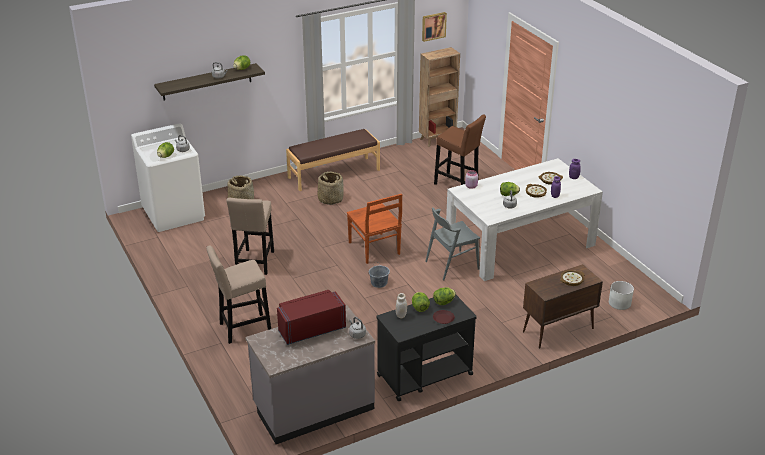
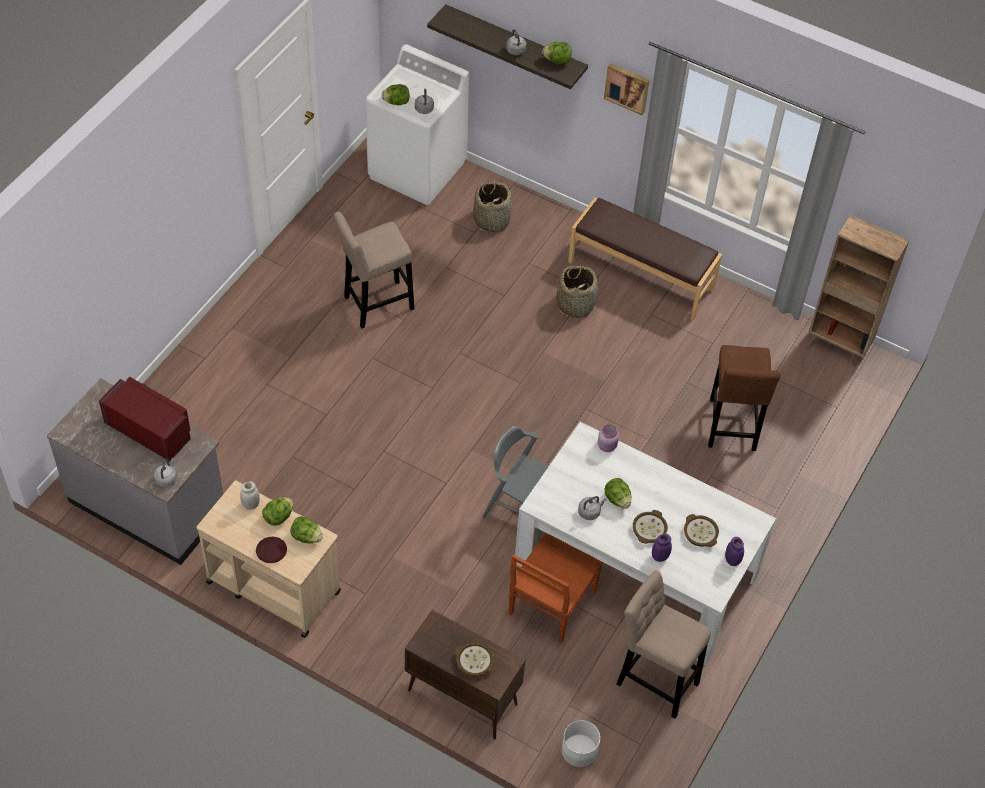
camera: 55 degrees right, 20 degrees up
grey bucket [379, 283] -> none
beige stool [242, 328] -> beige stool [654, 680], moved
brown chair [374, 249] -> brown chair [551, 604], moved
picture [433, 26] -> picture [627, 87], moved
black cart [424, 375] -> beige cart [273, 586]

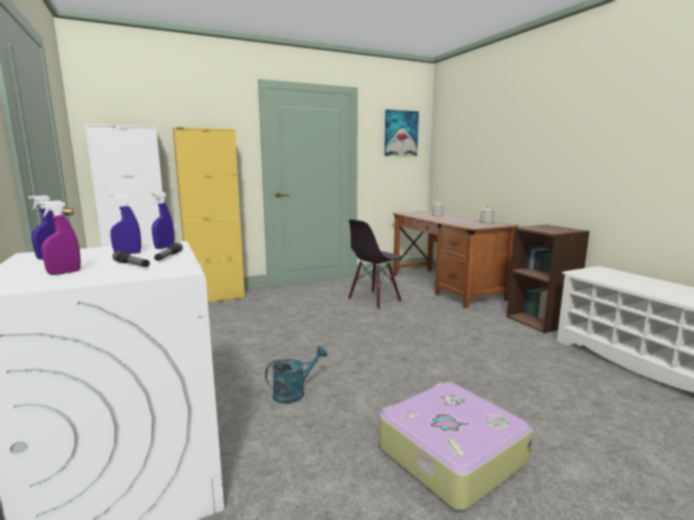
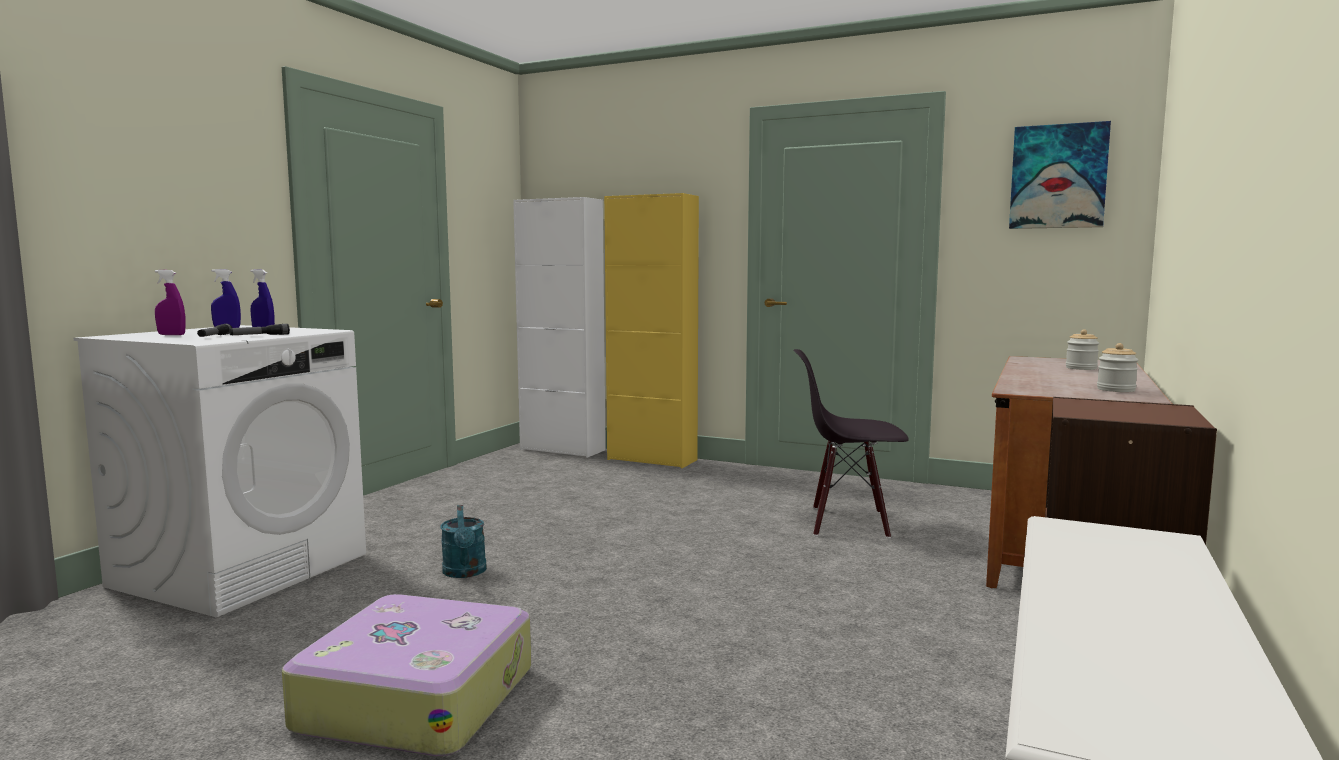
camera: 50 degrees right, 5 degrees down
blue spray bottle [164, 247] -> none
turquoise watering can [294, 393] -> turquoise watering can [465, 573], 60 degrees clockwise

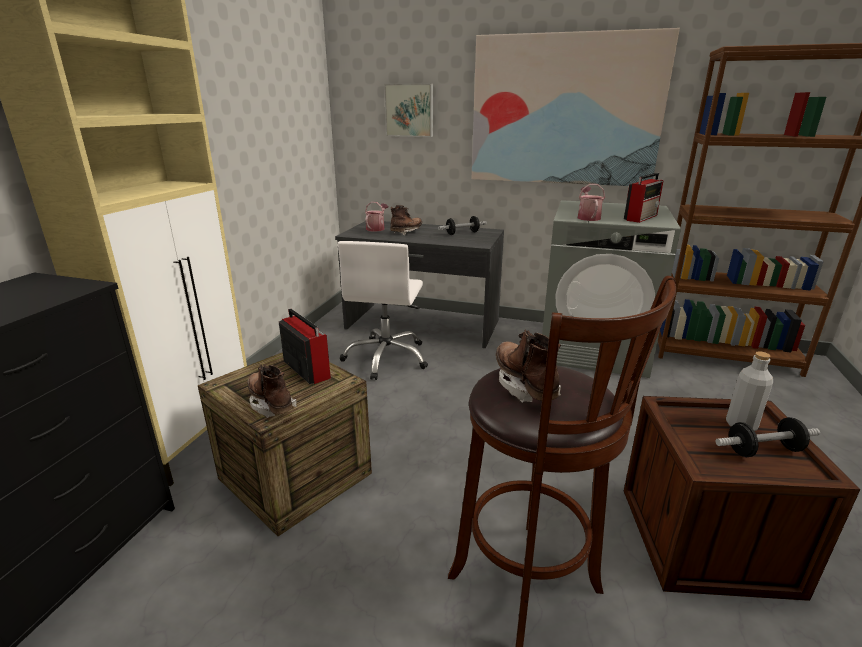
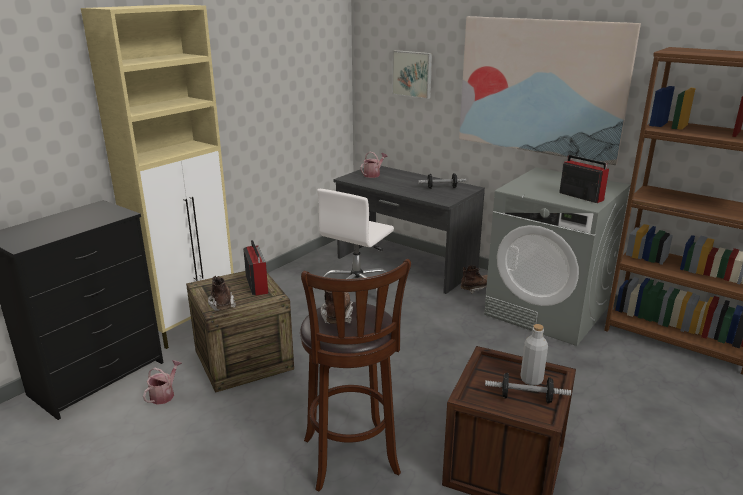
camera: 20 degrees right, 0 degrees up
brown boot [406, 232] -> brown boot [476, 288], moved
watering can [588, 217] -> watering can [164, 394], moved
radio [641, 217] -> radio [580, 196], 105 degrees counterclockwise

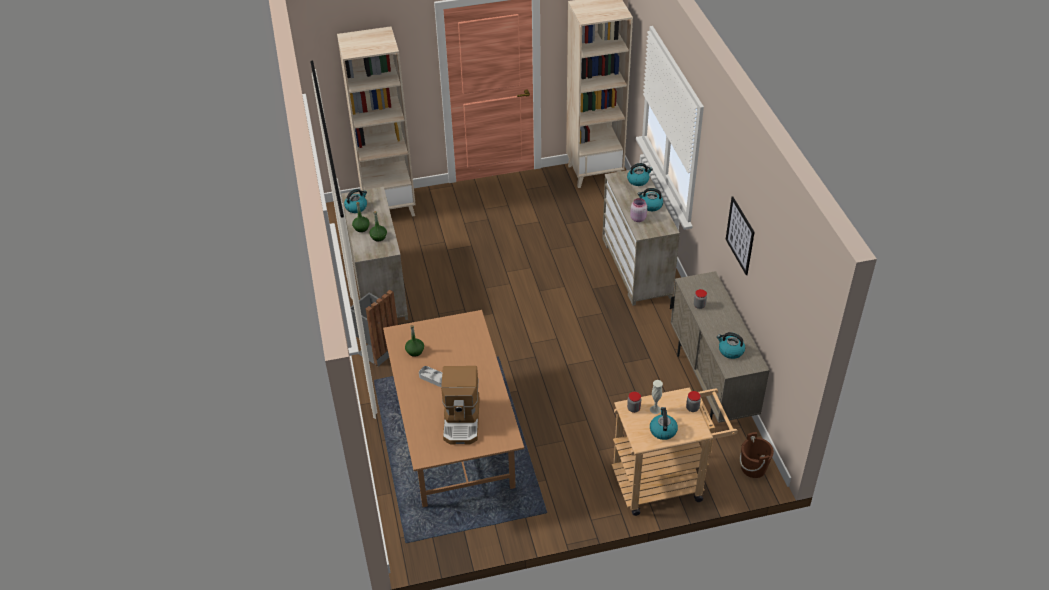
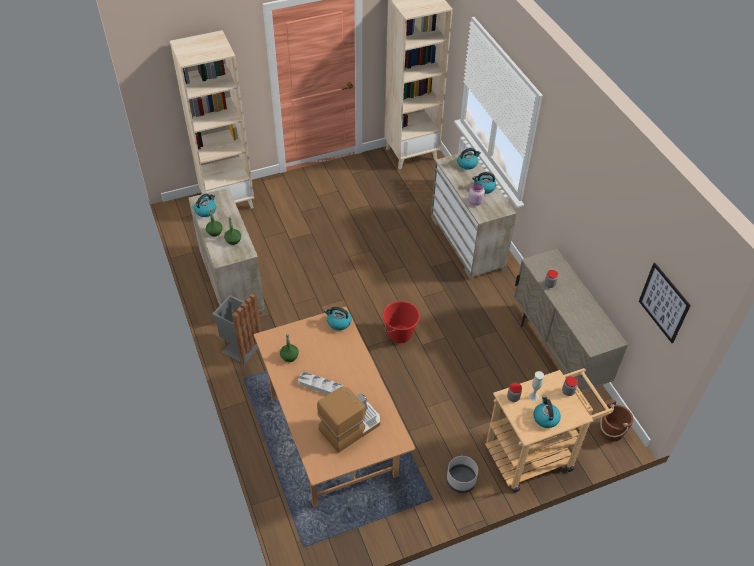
camera: 10 degrees left, 5 degrees up
none -> red bucket [400, 334]
none -> grey planter [461, 481]
kettle [730, 351] -> kettle [338, 322], moved
picture [740, 235] -> picture [664, 302], moved
coffee machine [462, 420] -> coffee machine [350, 426], 120 degrees counterclockwise

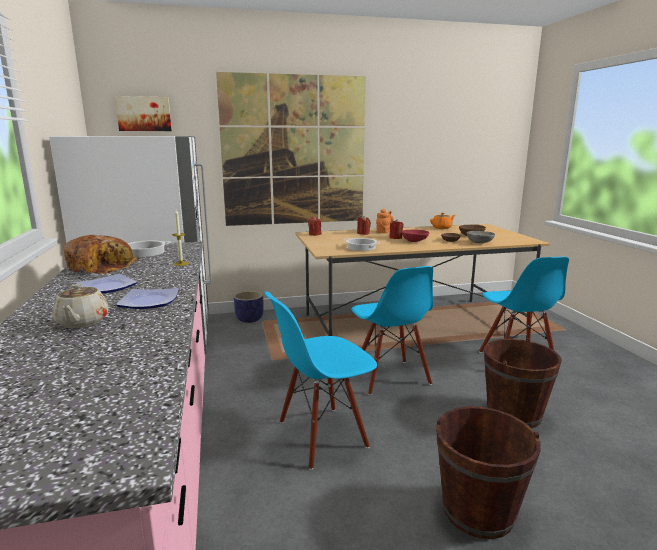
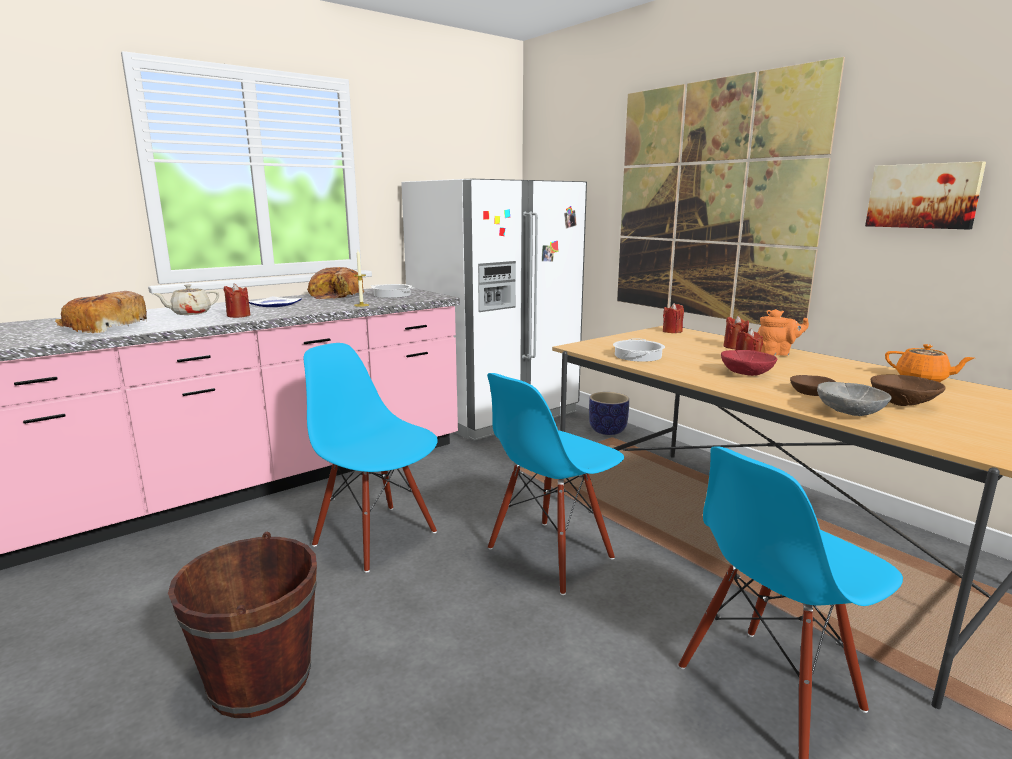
camera: 65 degrees right, 0 degrees up
brown bucket [514, 414] -> none
none -> bread [106, 327]
picture [144, 114] -> picture [923, 196], moved
plate [150, 302] -> red candle [238, 315]

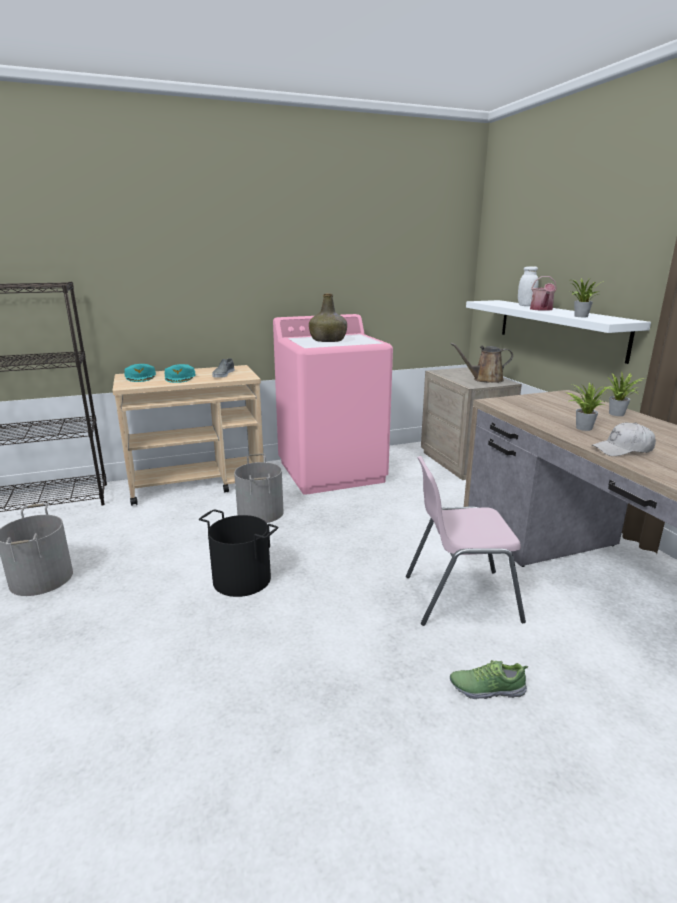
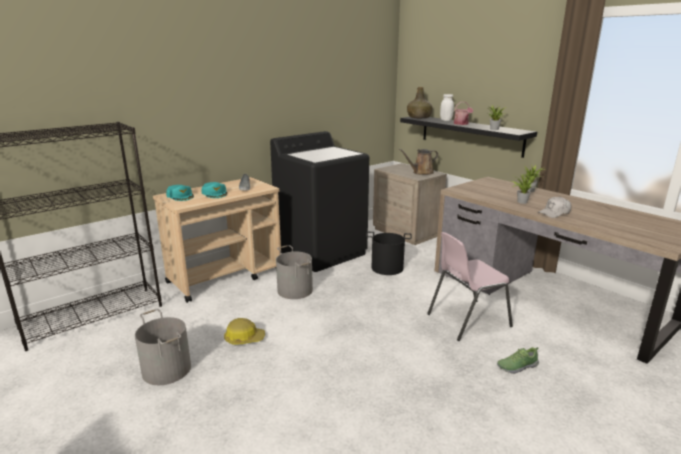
camera: 20 degrees left, 0 degrees up
none -> hard hat [244, 338]
black bucket [241, 579] -> black bucket [387, 268], moved
green bottle [328, 340] -> green bottle [419, 117], moved
pink washing machine [332, 471] -> black washing machine [321, 252]
white shelf [559, 328] -> black shelf [470, 135]

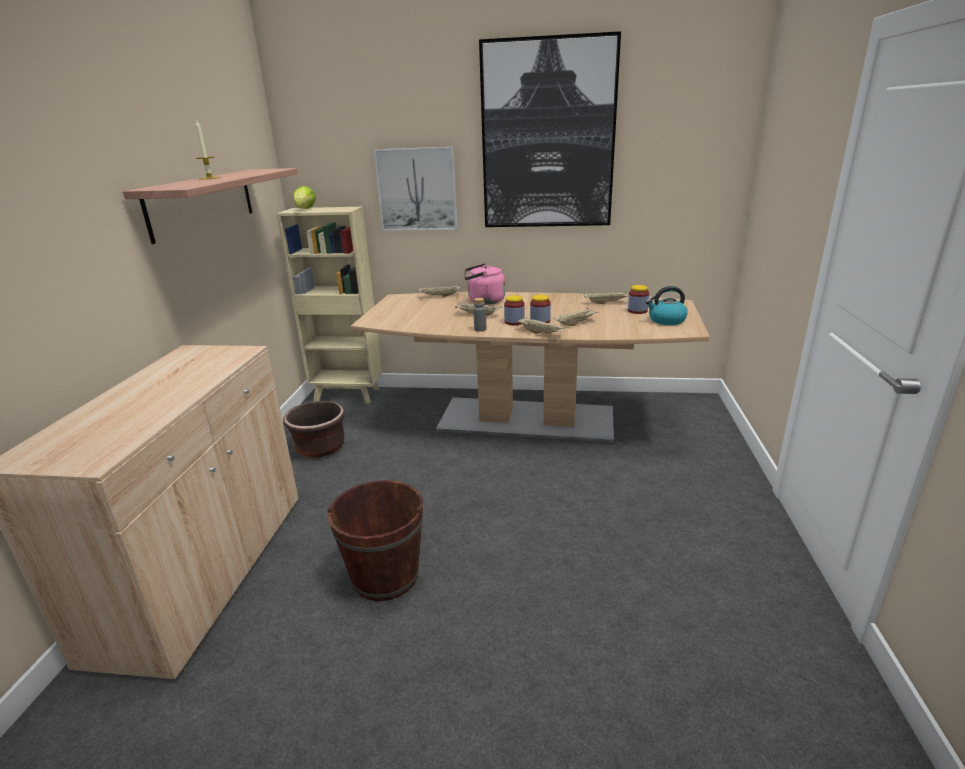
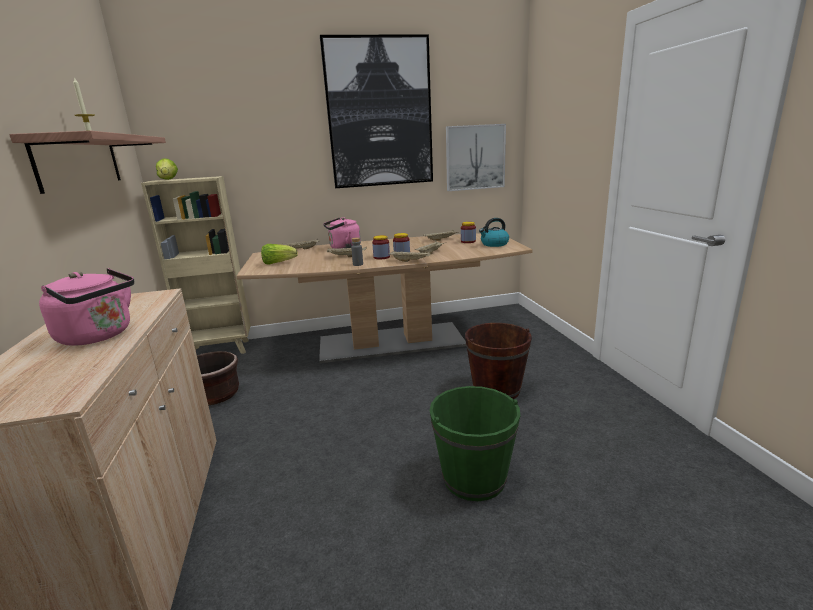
camera: 20 degrees left, 5 degrees down
none -> pink kettle [99, 336]
none -> lettuce [278, 263]
none -> green bucket [474, 478]
brown bucket [385, 576] -> brown bucket [496, 389], moved
picture [417, 189] -> picture [475, 157], moved

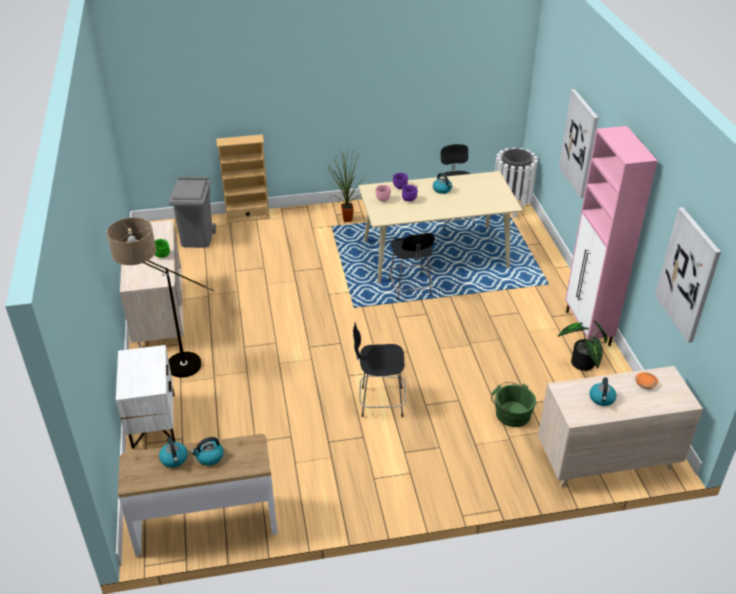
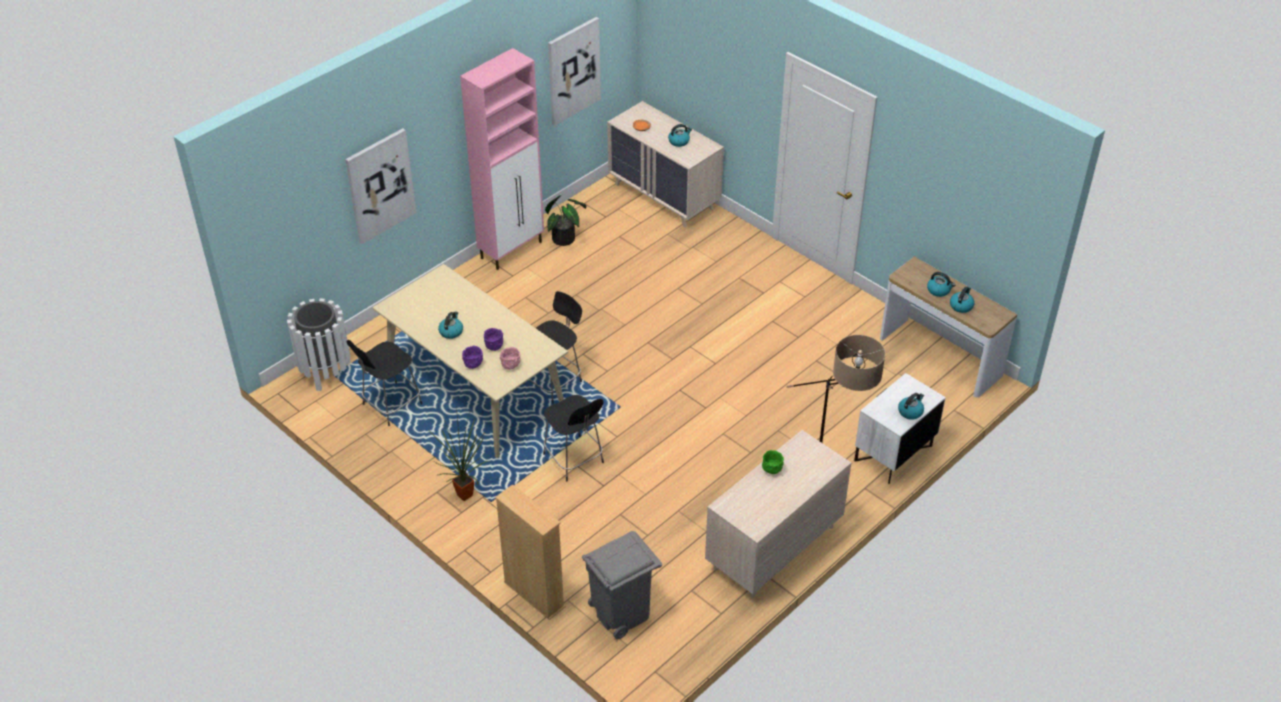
camera: 125 degrees left, 5 degrees up
green bucket [511, 413] -> none
none -> kettle [910, 411]
black stool [380, 402] -> black stool [574, 460], moved

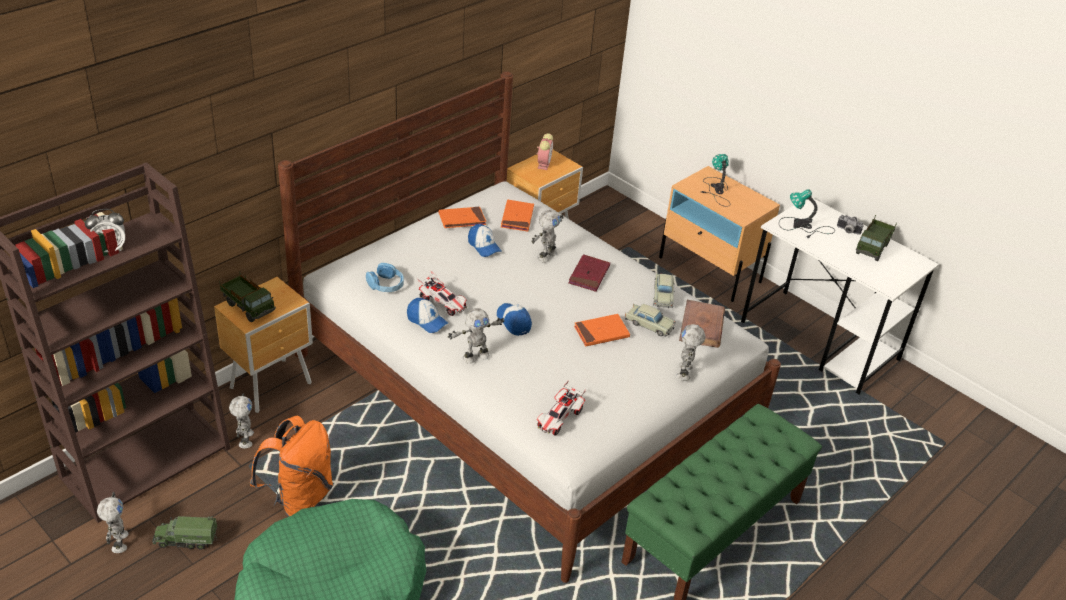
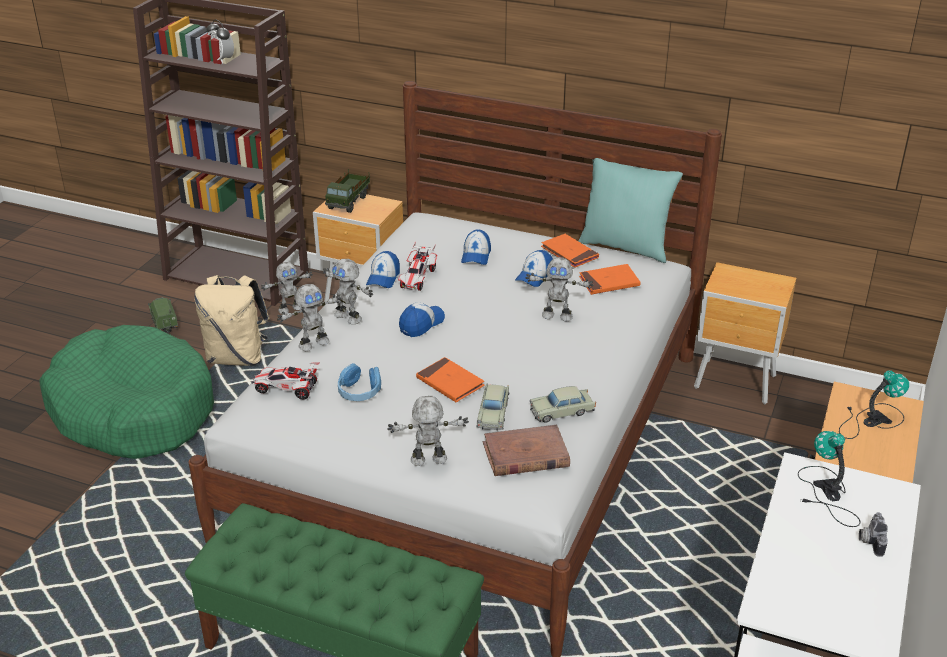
camera: 70 degrees right, 5 degrees down
alarm clock [544, 163] -> none
red book [589, 275] -> none
toy truck [873, 248] -> none
none -> cap [476, 255]
none -> turquoise pillow [625, 247]
toy robot [118, 542] -> toy robot [313, 343], moved
blue headphones [386, 285] -> blue headphones [359, 391], moved
orange backpack [299, 498] -> beige backpack [237, 357]

